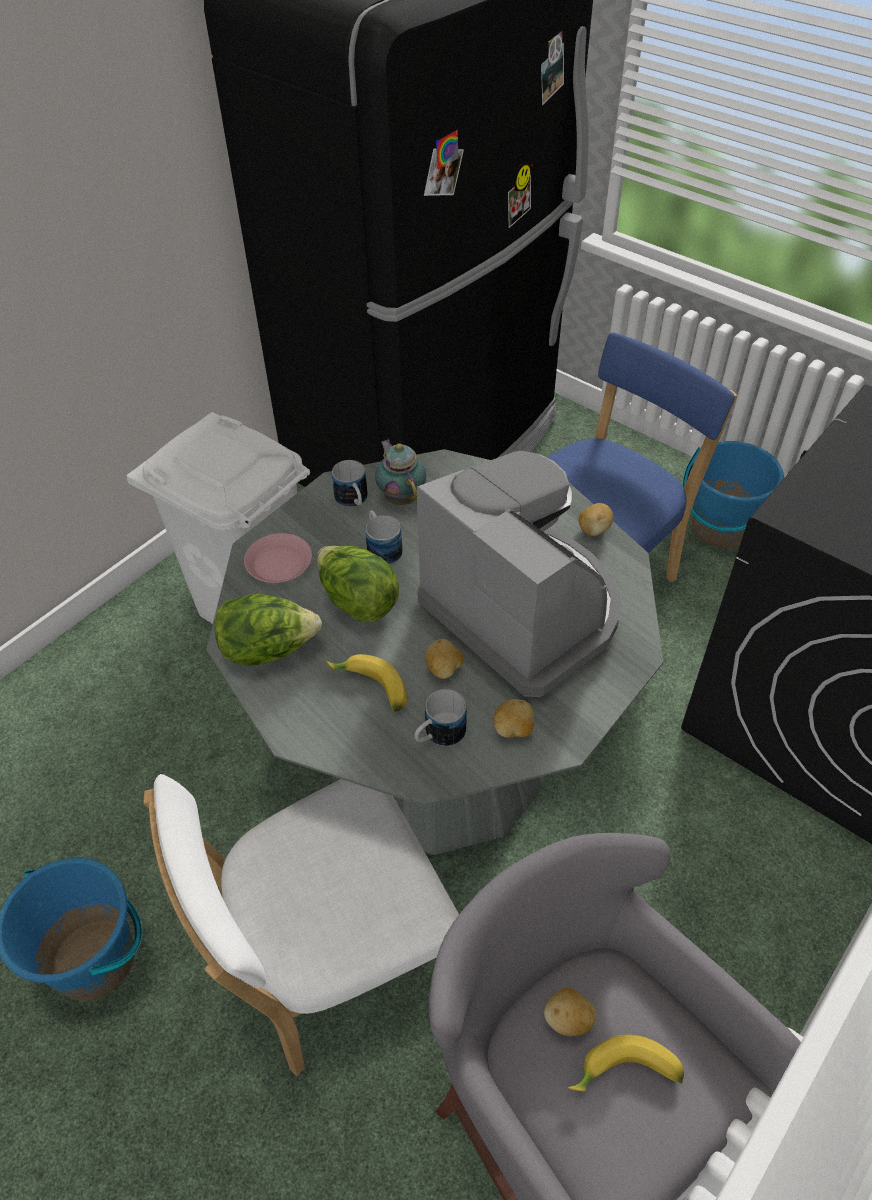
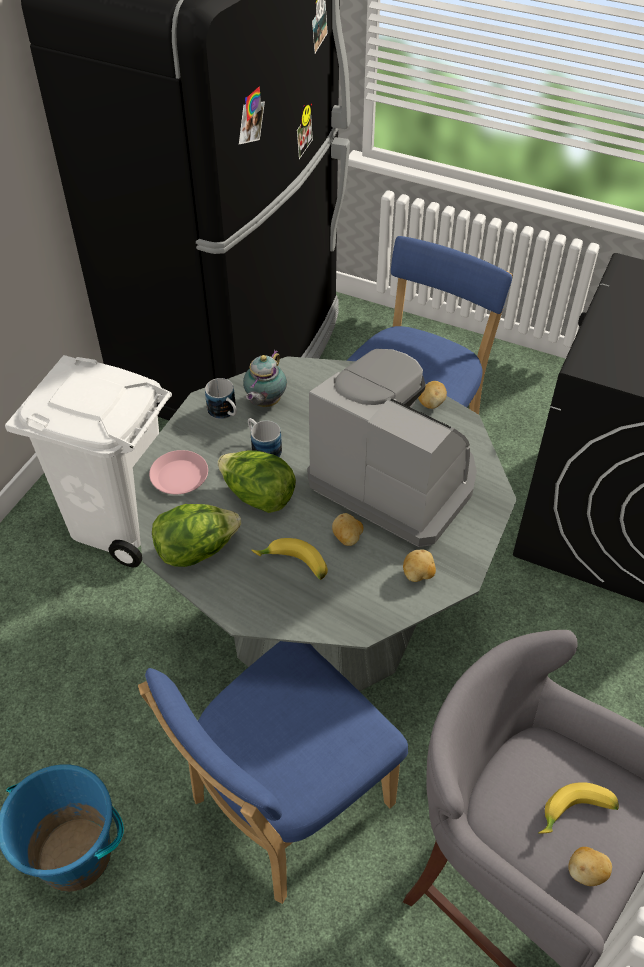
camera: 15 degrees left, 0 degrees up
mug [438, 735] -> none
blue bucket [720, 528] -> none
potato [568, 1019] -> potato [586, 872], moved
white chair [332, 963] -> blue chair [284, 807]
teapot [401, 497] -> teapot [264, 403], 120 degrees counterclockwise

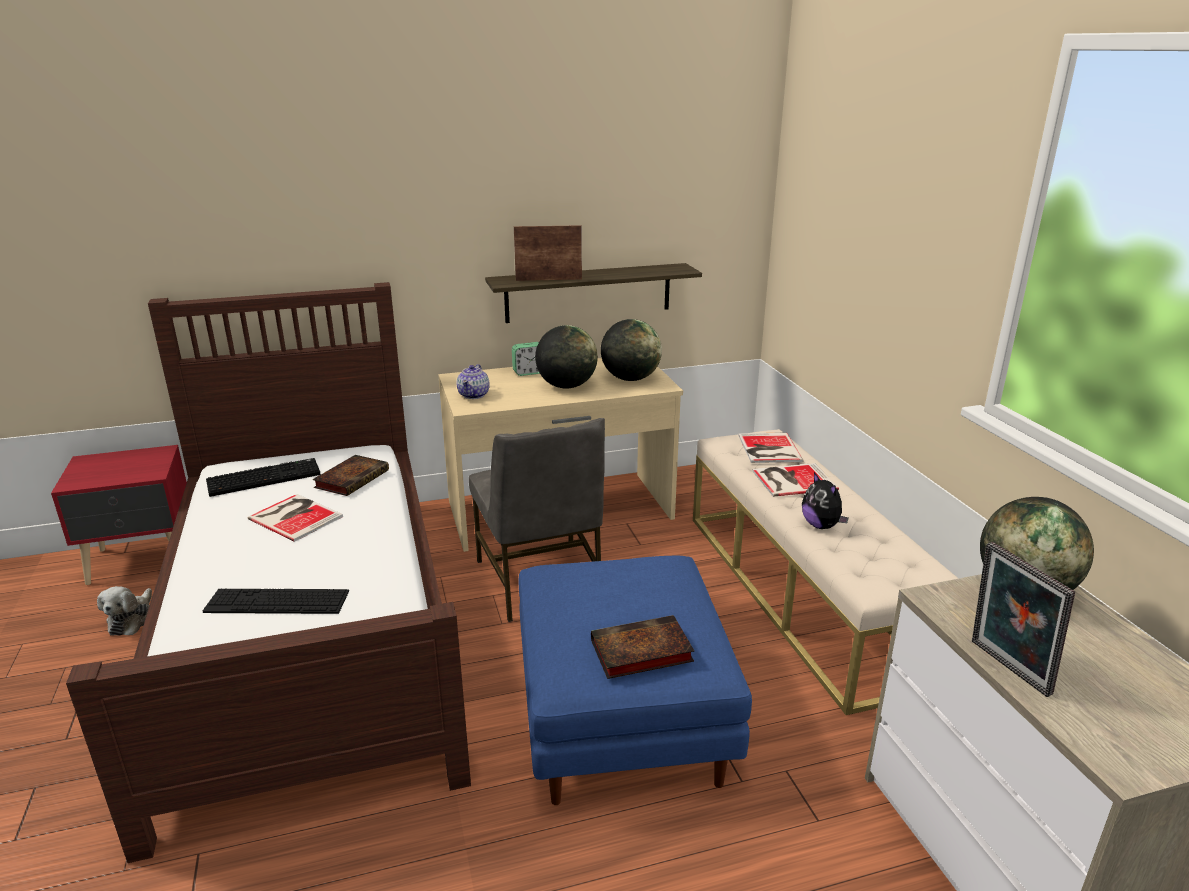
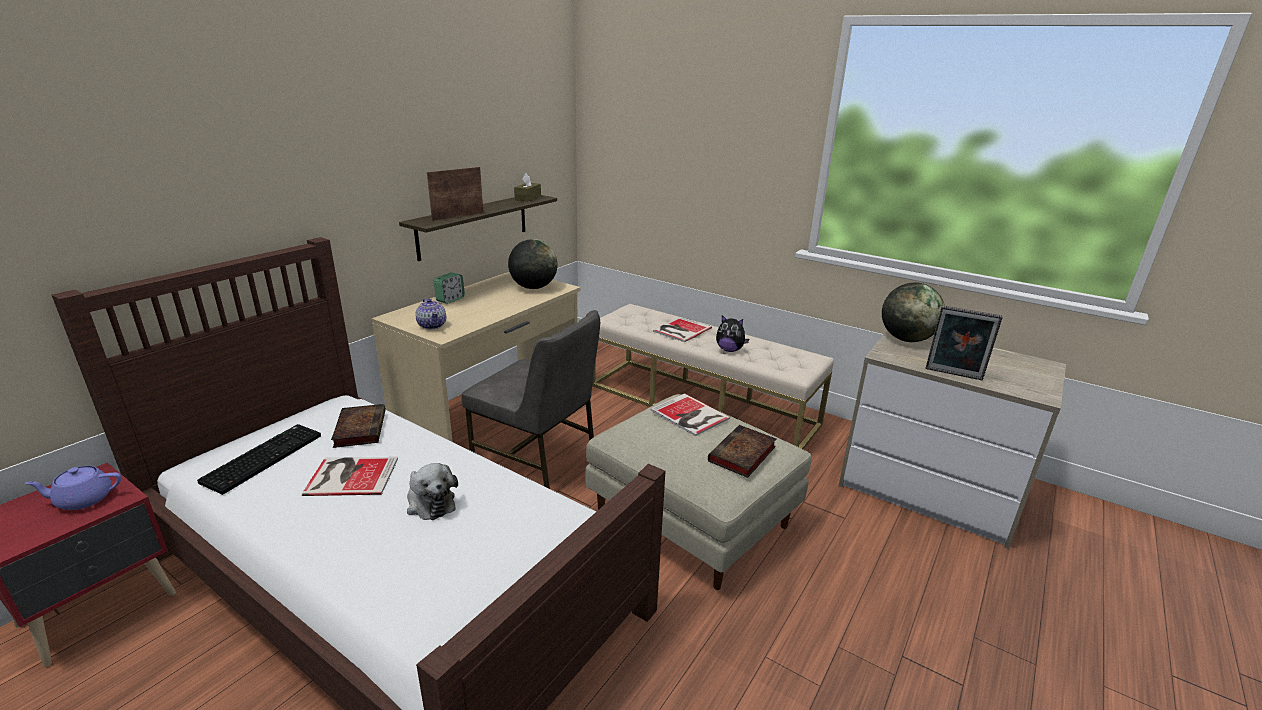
camera: 40 degrees left, 0 degrees up
keyboard [277, 601] -> none
globe [566, 386] -> none
none -> purple teapot [83, 500]
none -> brown tissue box [528, 198]
plush toy [131, 619] -> plush toy [430, 502], moved
book [768, 449] -> book [690, 415], moved
blue ottoman [623, 719] -> beige ottoman [694, 519]

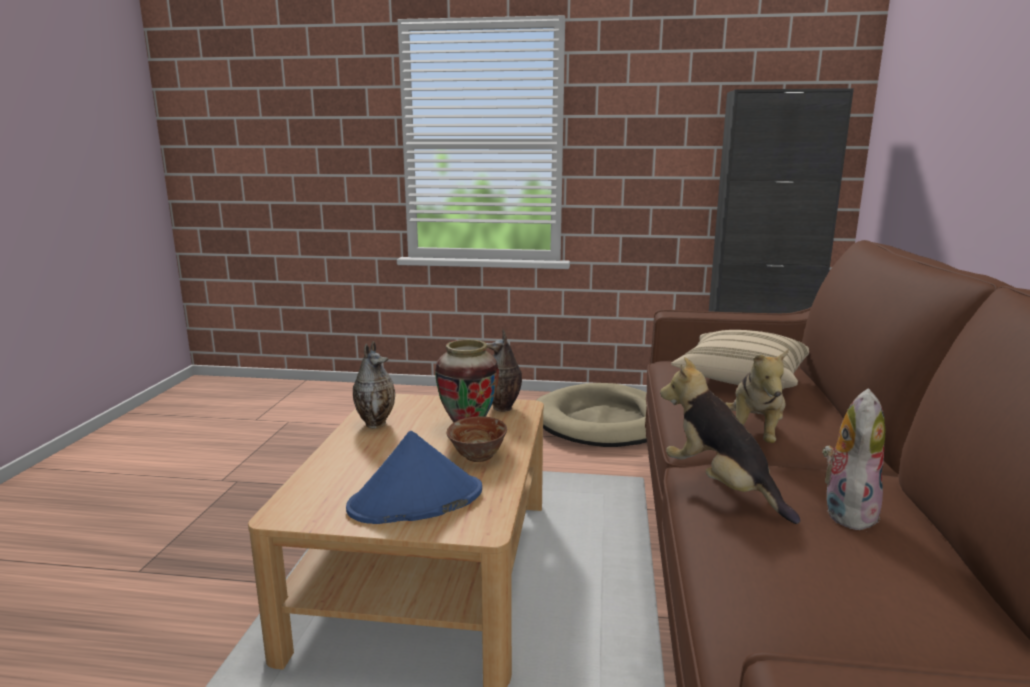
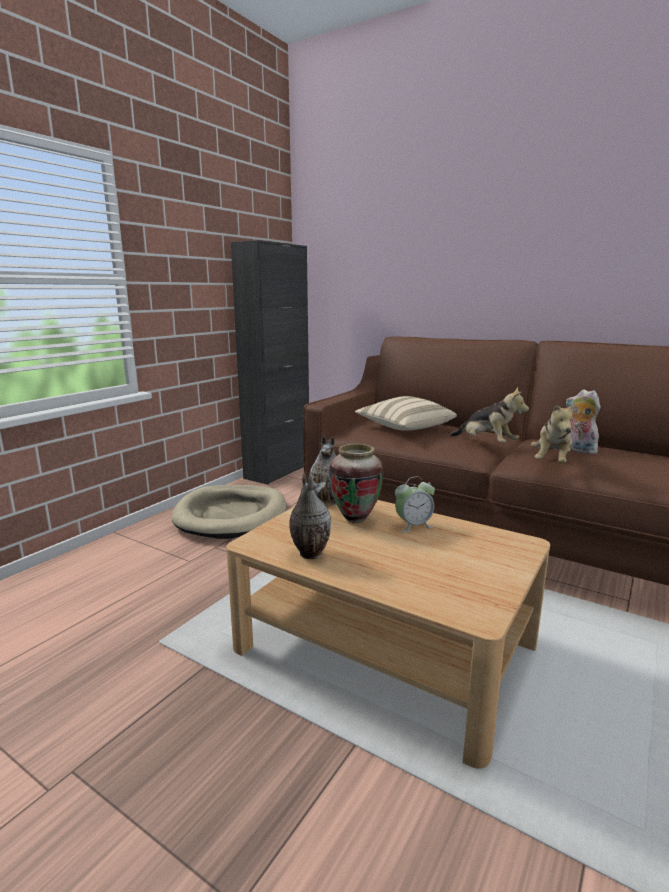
camera: 65 degrees left, 0 degrees up
blue hat [415, 500] -> none
bowl [478, 456] -> alarm clock [413, 525]
plush toy [721, 487] -> plush toy [552, 461], 60 degrees counterclockwise

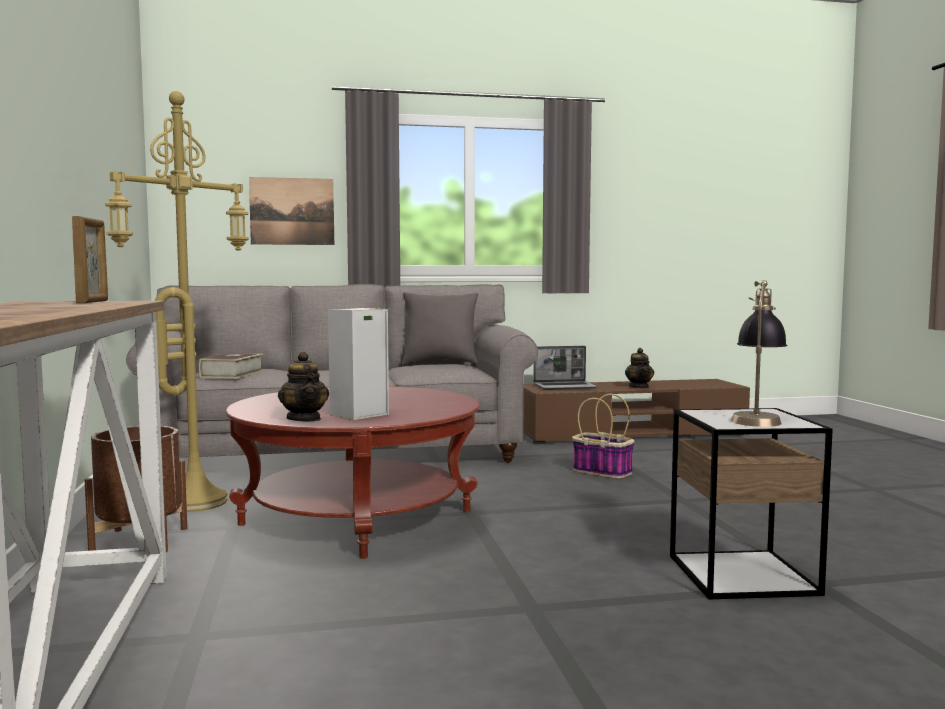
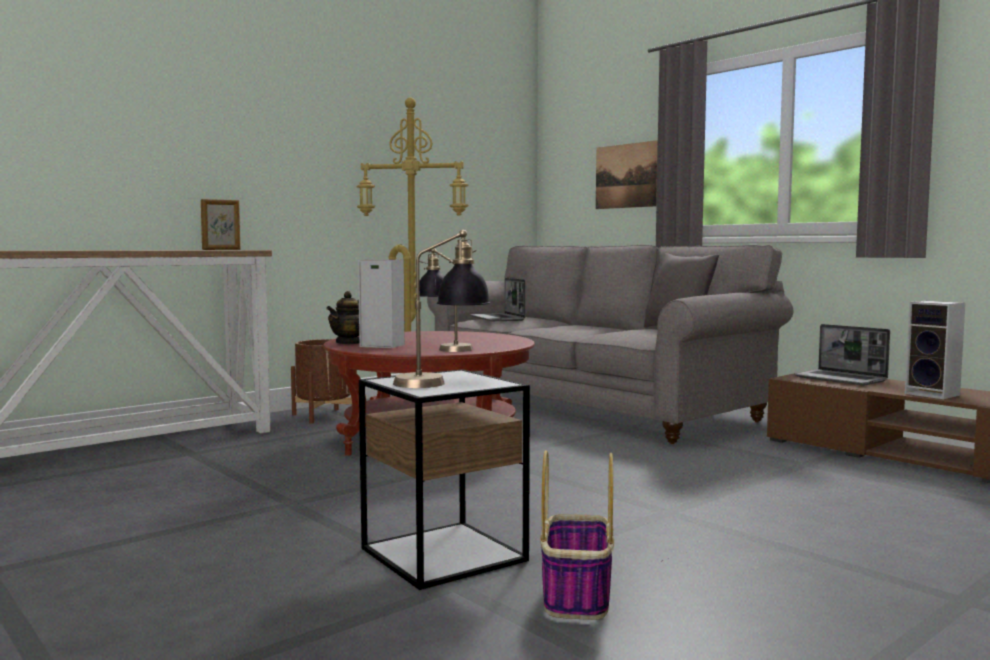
camera: 60 degrees right, 0 degrees up
none -> table lamp [444, 348]
basket [601, 472] -> basket [576, 595], moved
book [232, 374] -> laptop [498, 319]
teapot [639, 387] -> speaker [934, 394]

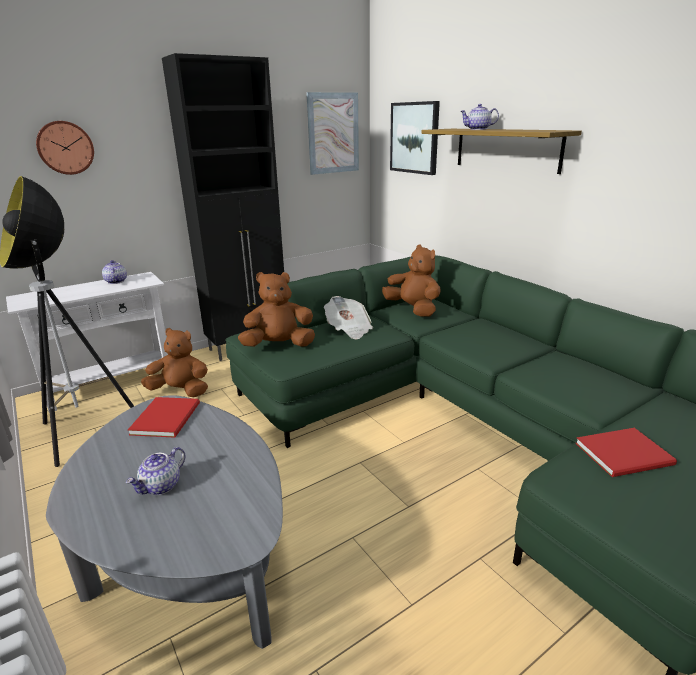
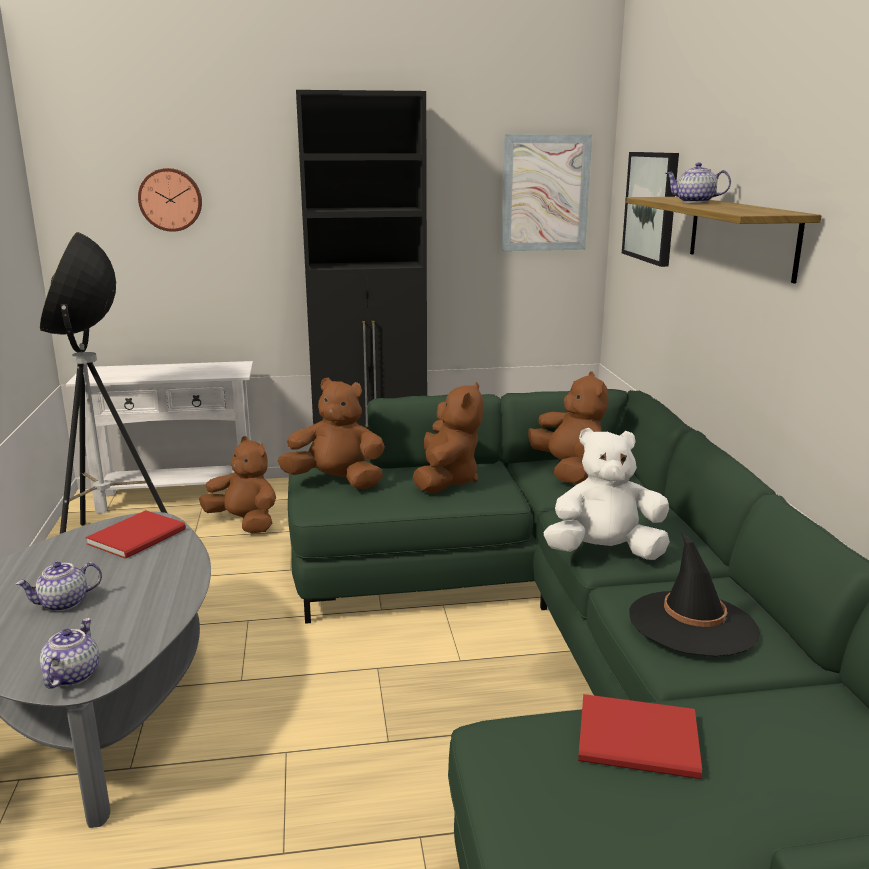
camera: 25 degrees right, 5 degrees down
none -> white plush toy [604, 552]
none -> black hat [692, 623]
teapot [115, 281] -> teapot [72, 675], moved
newspaper [348, 329] -> brown plush toy [446, 480]

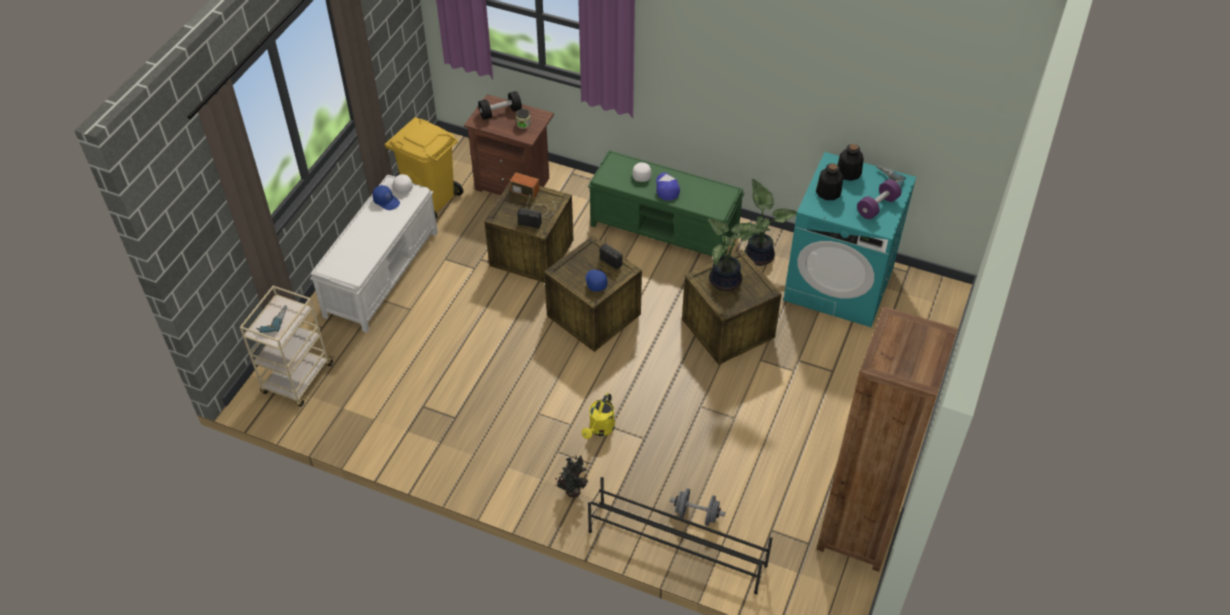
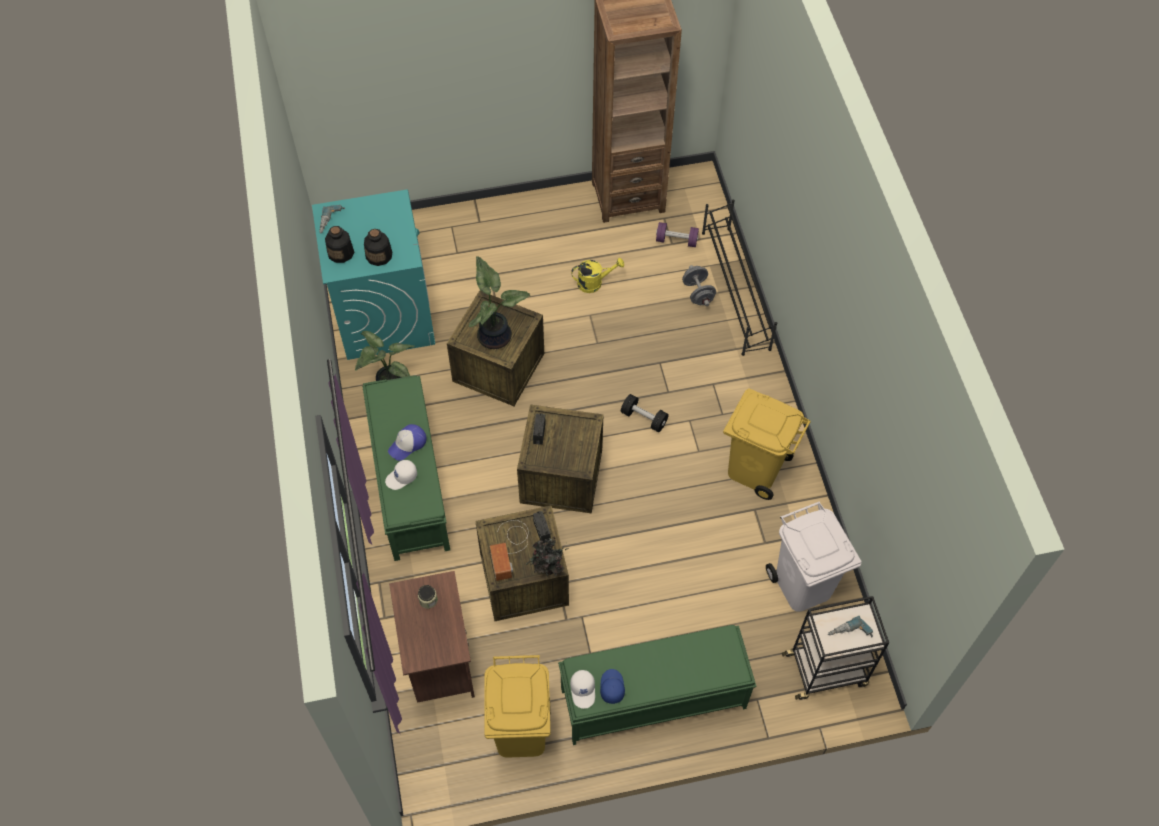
camera: 125 degrees left, 10 degrees up
blue cap [595, 282] -> none
none -> yellow trash can [755, 468]
none -> white trash can [802, 585]
black dumbbell [500, 112] -> black dumbbell [644, 418], moved
potted plant [572, 490] -> potted plant [548, 569], moved
yellow watering can [600, 430] -> yellow watering can [594, 282], moved
purple dumbbell [877, 206] -> purple dumbbell [676, 240], moved
beige cart [297, 380] -> black cart [826, 669]
white bench [382, 273] -> green bench [651, 698]

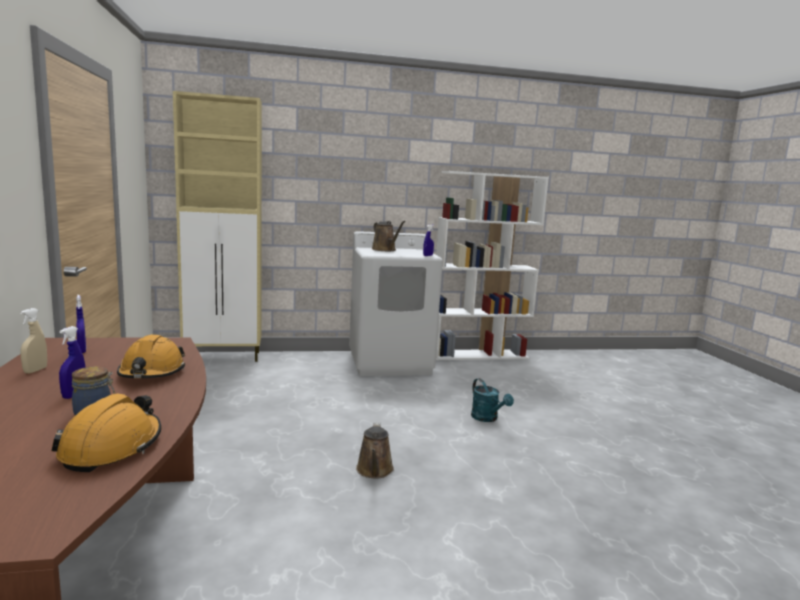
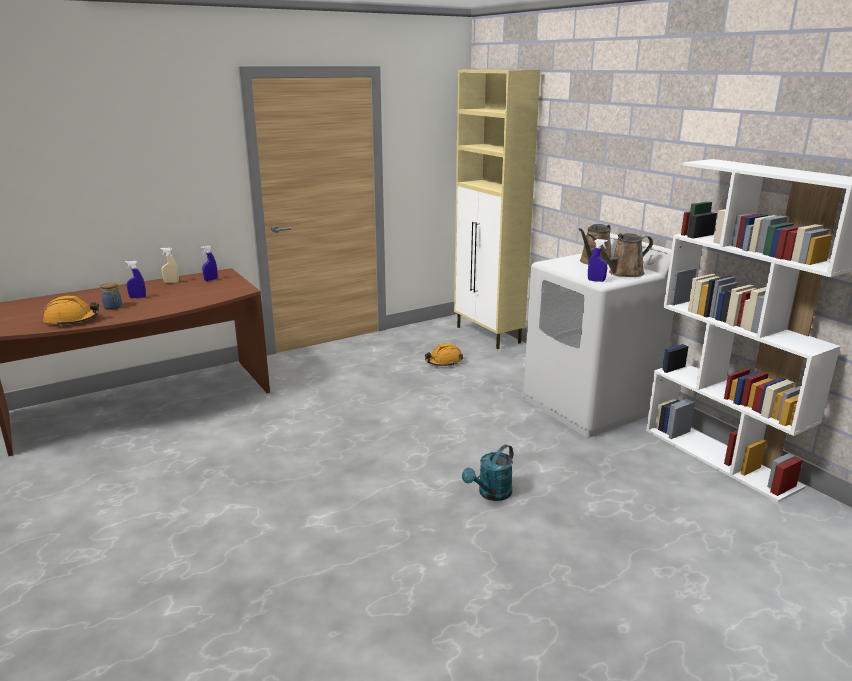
camera: 70 degrees right, 10 degrees up
orange hard hat [152, 373] -> orange hard hat [444, 362], moved
brown watering can [374, 471] -> brown watering can [622, 273], moved

